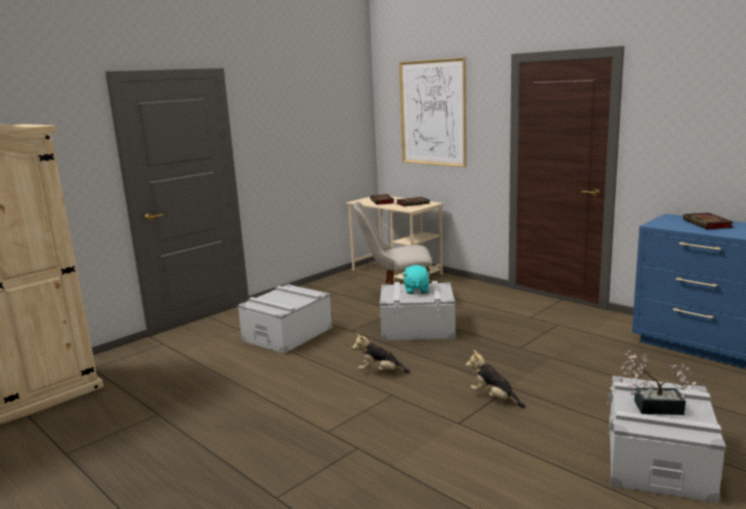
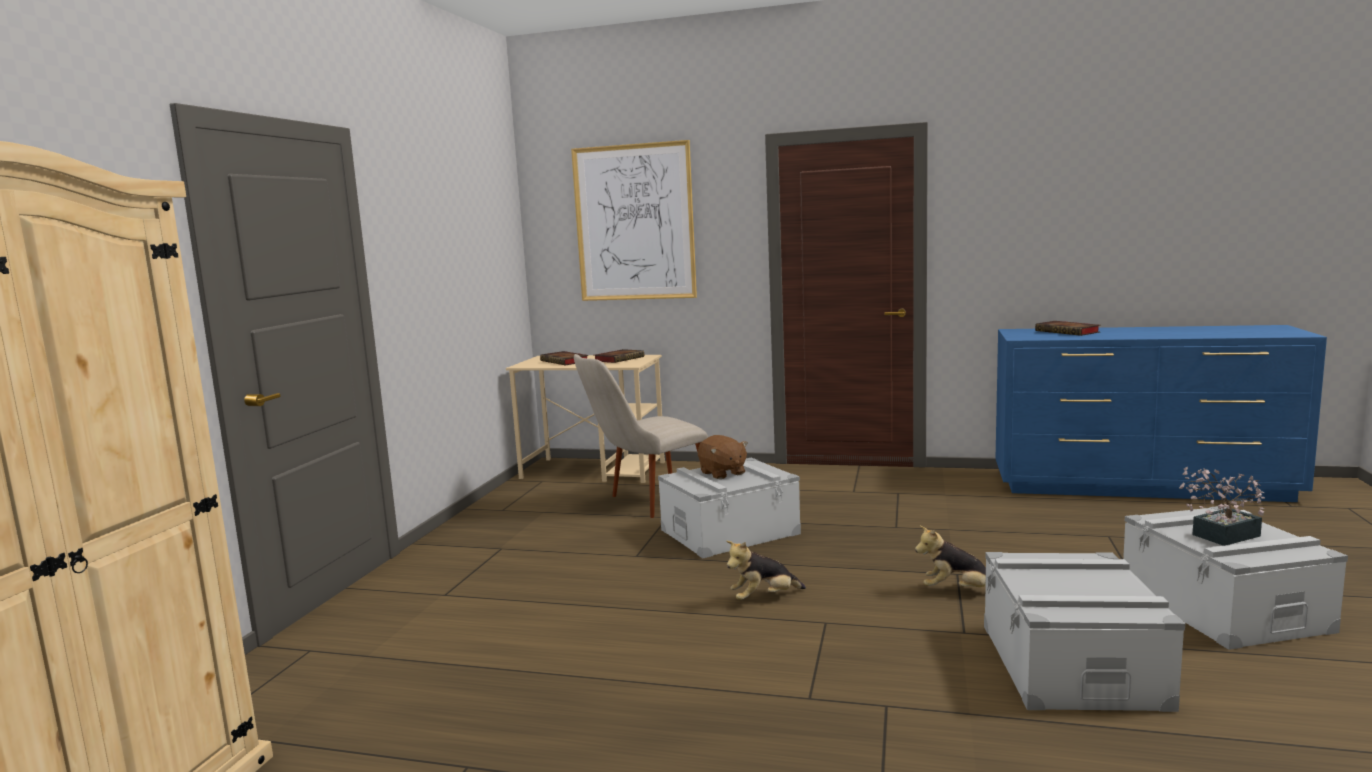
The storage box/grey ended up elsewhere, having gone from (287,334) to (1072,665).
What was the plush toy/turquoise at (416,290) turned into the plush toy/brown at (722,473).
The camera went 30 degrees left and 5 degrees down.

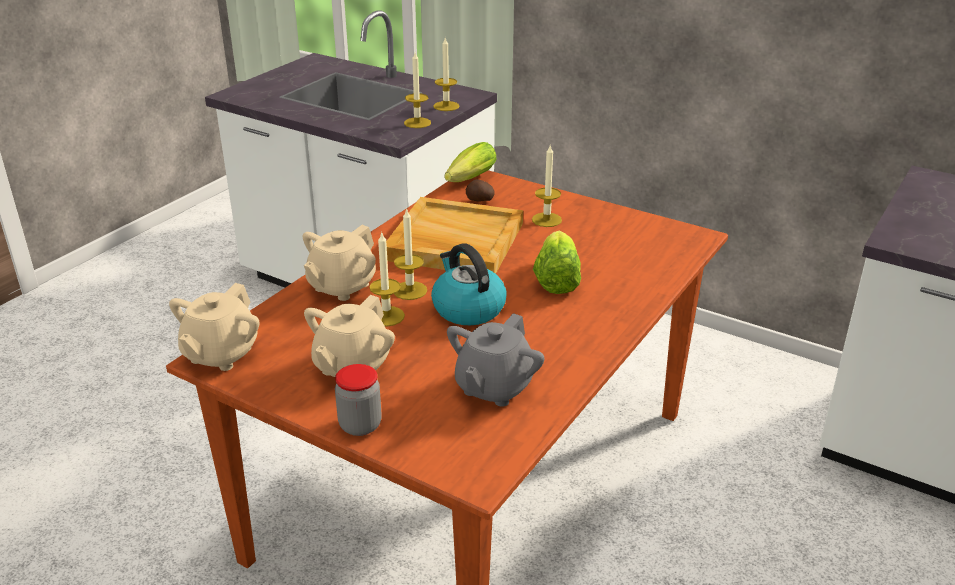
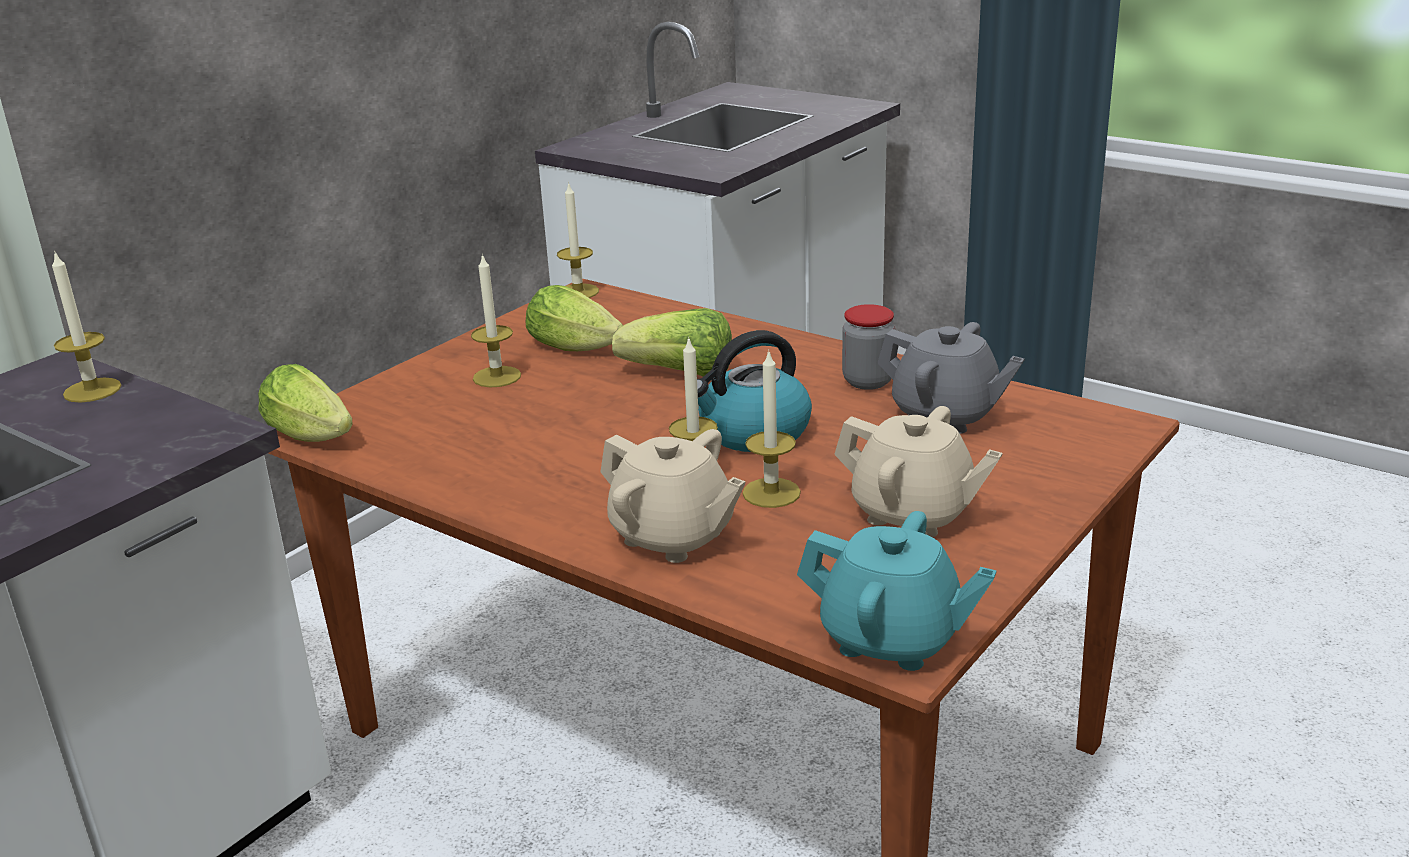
The second view lost the tray/beige at (453,242).
The second view lost the potato at (479,200).
The second view gained the lettuce at (578,347).
The jar ended up elsewhere, having gone from (360,425) to (867,381).
The candle ended up elsewhere, having gone from (417,123) to (578,292).
What was the teapot/beige at (220,354) turned into the teapot/turquoise at (891,639).
The camera went 85 degrees left and 5 degrees down.

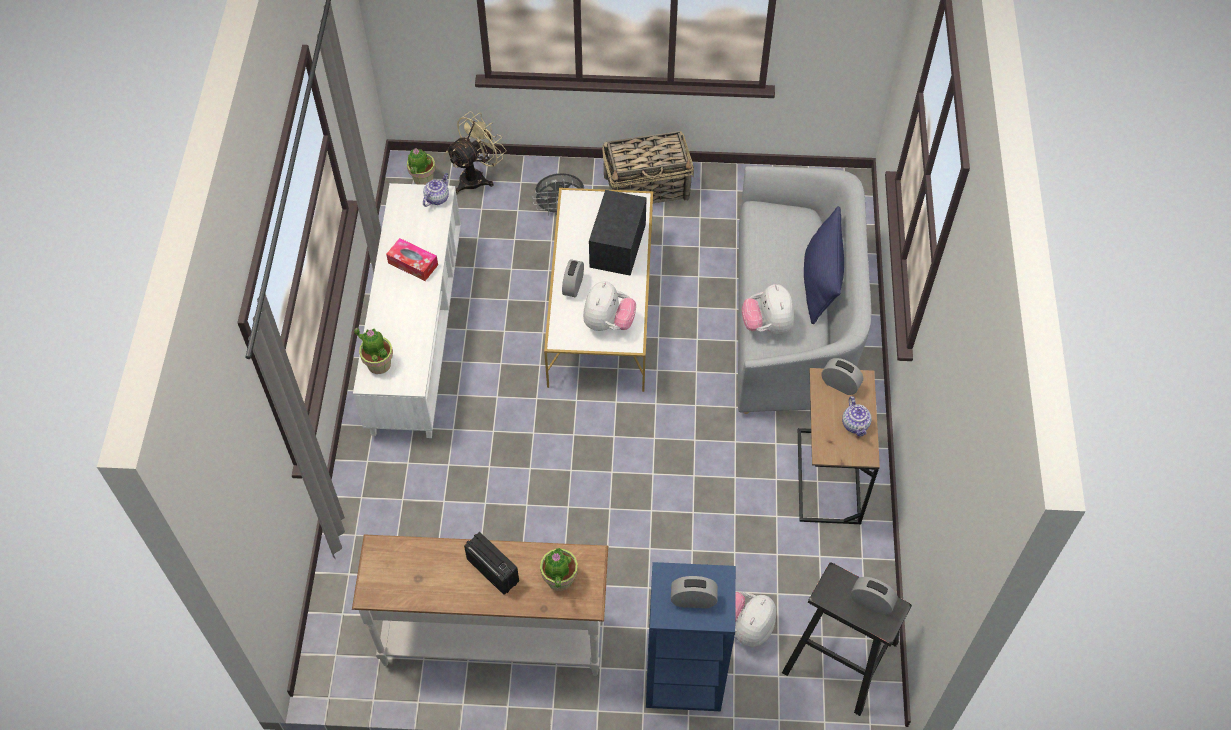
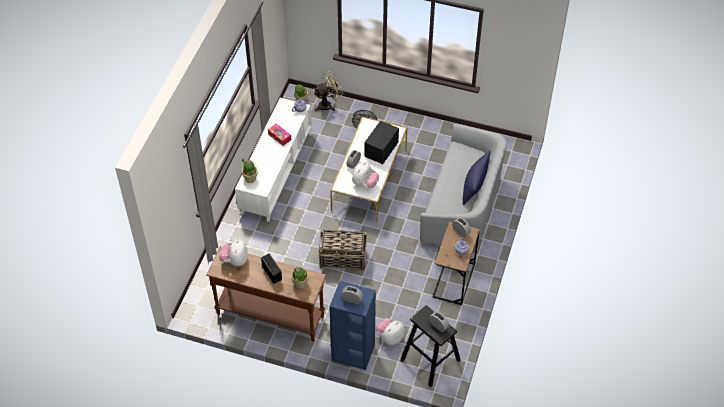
The basket ended up elsewhere, having gone from (647,187) to (343,258).
The plush toy ended up elsewhere, having gone from (767,325) to (235,260).
What was the console table/white at (493,638) turned into the console table/brown at (270,314).
The camera went 15 degrees right and 5 degrees down.

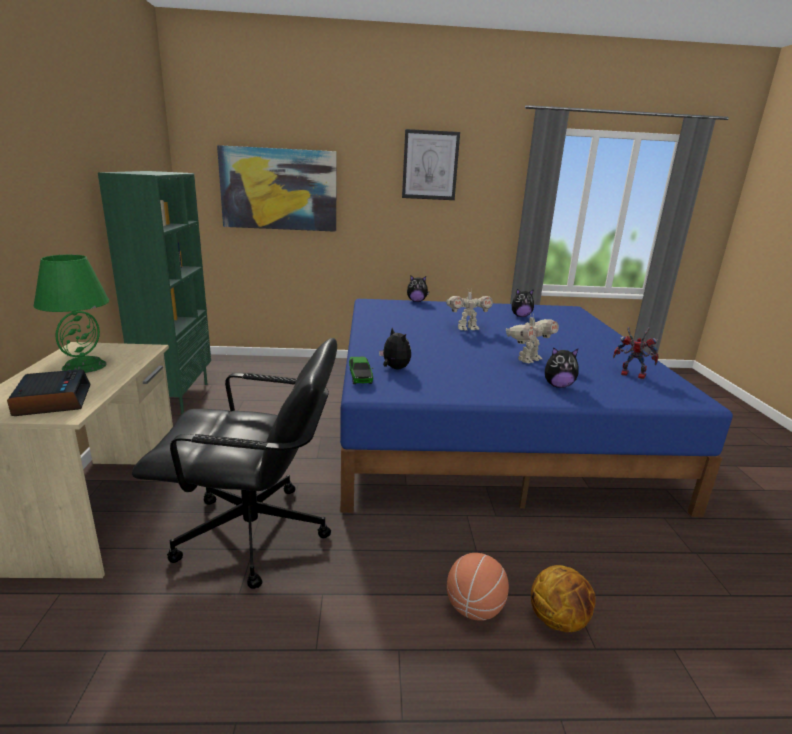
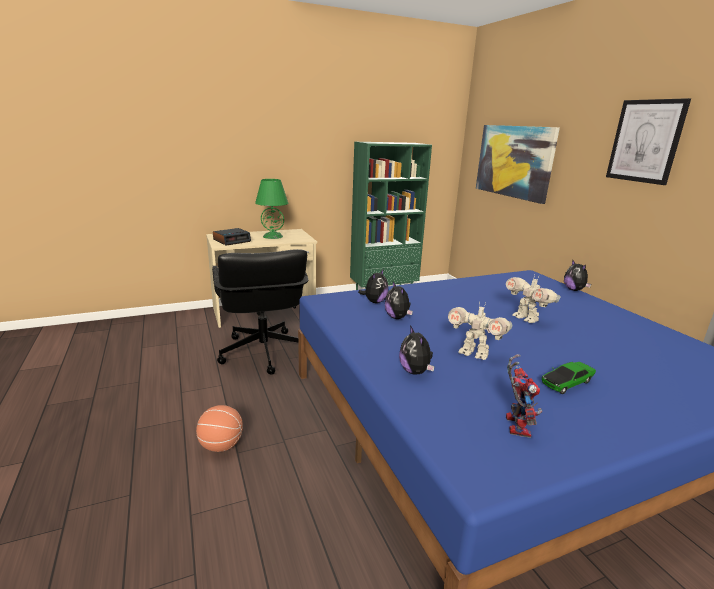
The second view lost the basketball at (559,620).
The toy car ended up elsewhere, having gone from (360,376) to (567,383).
The plush toy ended up elsewhere, having gone from (520,316) to (397,317).
The camera went 70 degrees right and 0 degrees up.

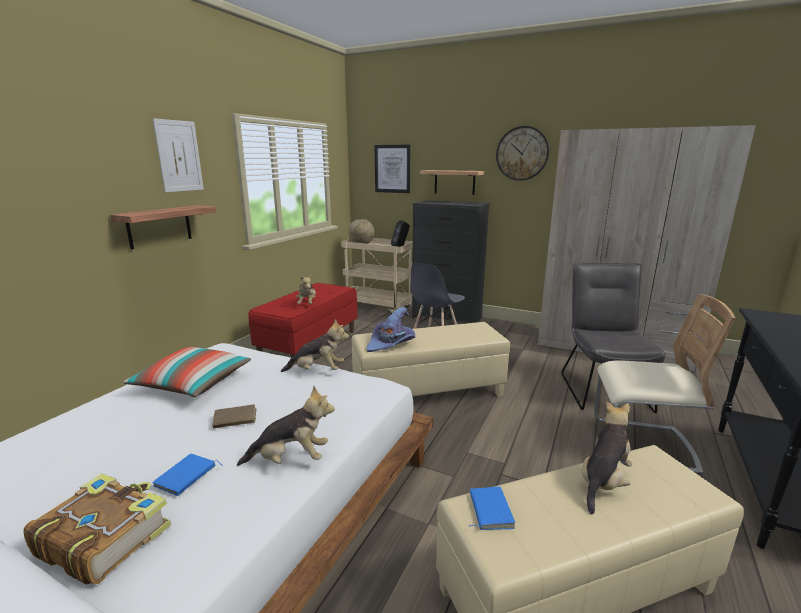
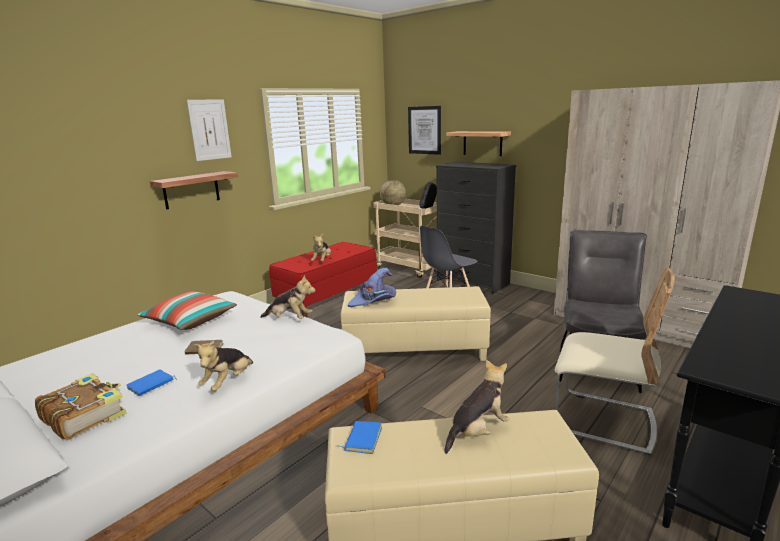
The second view lost the wall clock at (522,153).
The plush toy at (291,459) ended up facing another way, 105 degrees clockwise from before.
The camera went 15 degrees right and 0 degrees up.

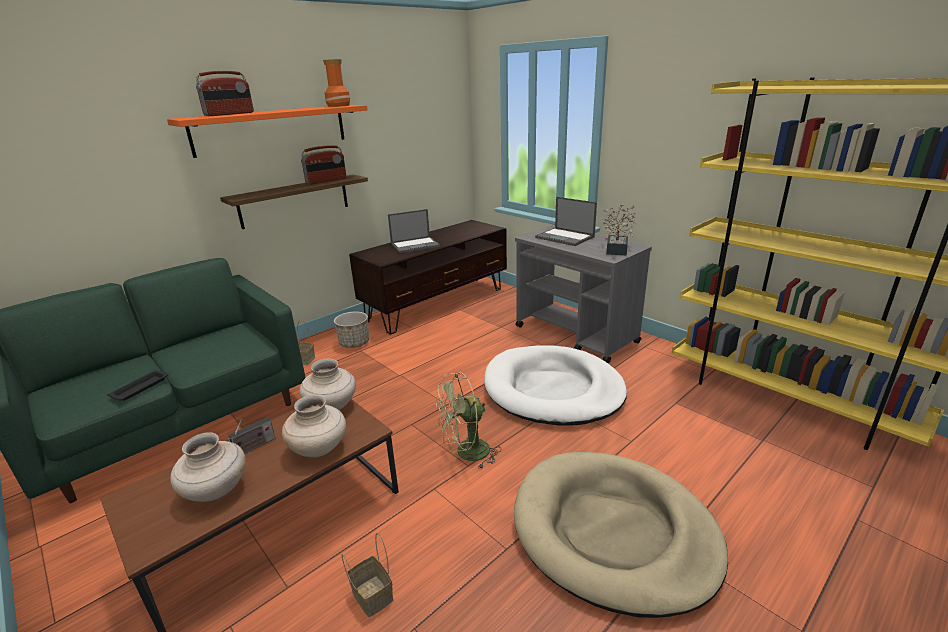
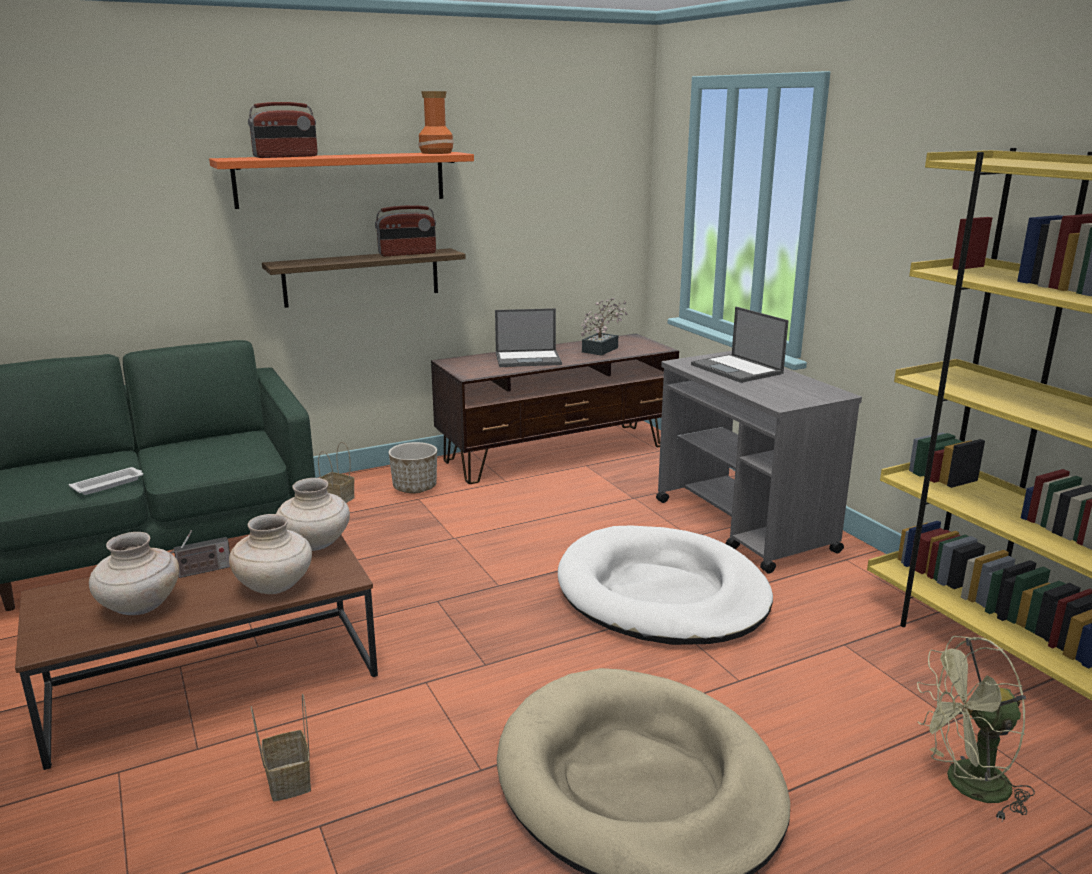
The fan/green ended up elsewhere, having gone from (466,453) to (966,786).
The potted plant ended up elsewhere, having gone from (617,248) to (602,349).
What was the tray/black at (141,387) turned into the tray/white at (109,484).
The camera went 15 degrees right and 5 degrees down.

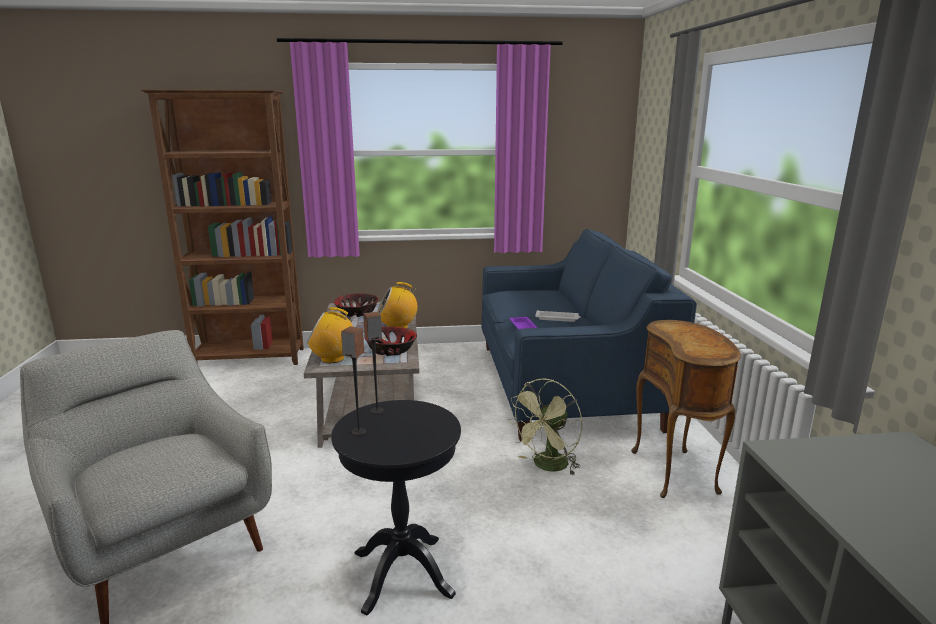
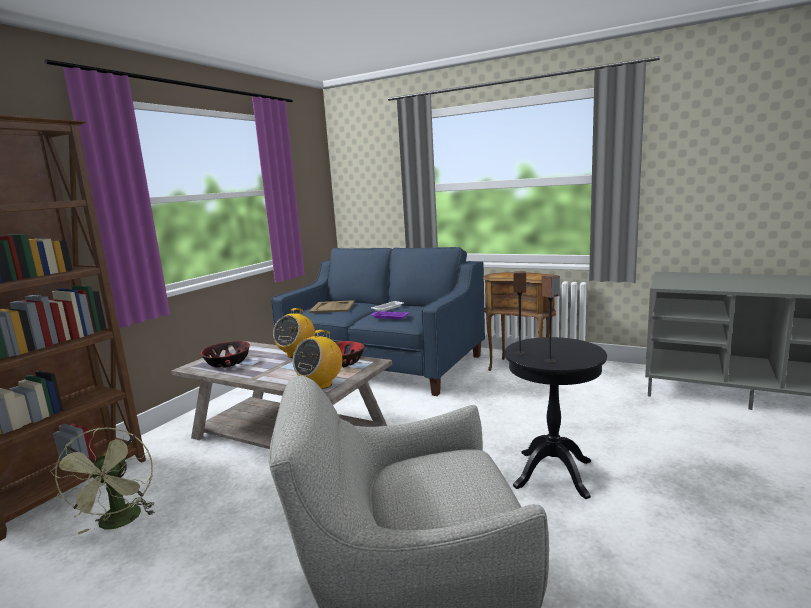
The second view gained the tray/beige at (333,307).
The fan/green ended up elsewhere, having gone from (547,466) to (119,523).
The camera went 55 degrees left and 5 degrees down.

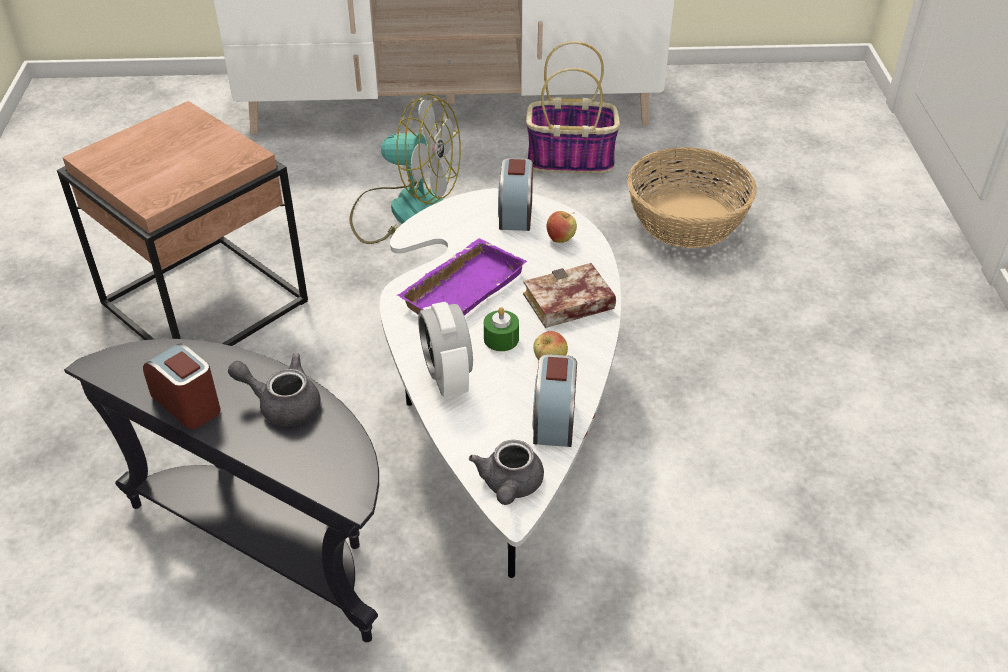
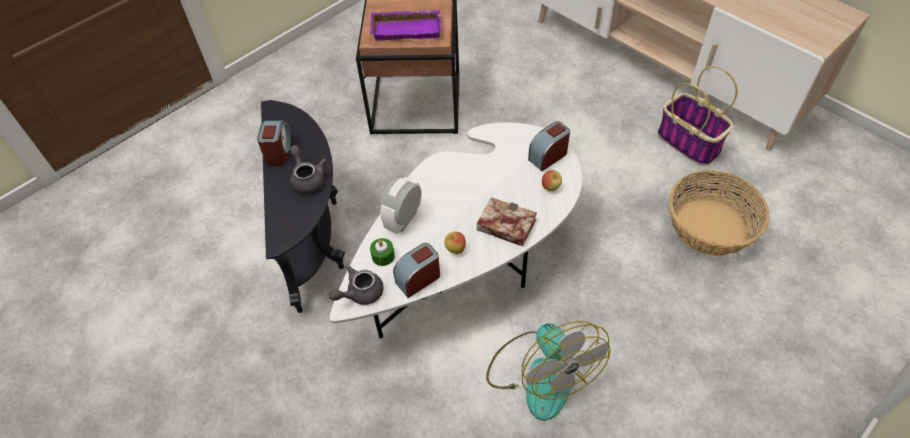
The fan ended up elsewhere, having gone from (405,211) to (540,373).
The tray/purple ended up elsewhere, having gone from (461,288) to (407,28).
The candle/green ended up elsewhere, having gone from (501,339) to (383,256).
The camera went 50 degrees right and 10 degrees up.

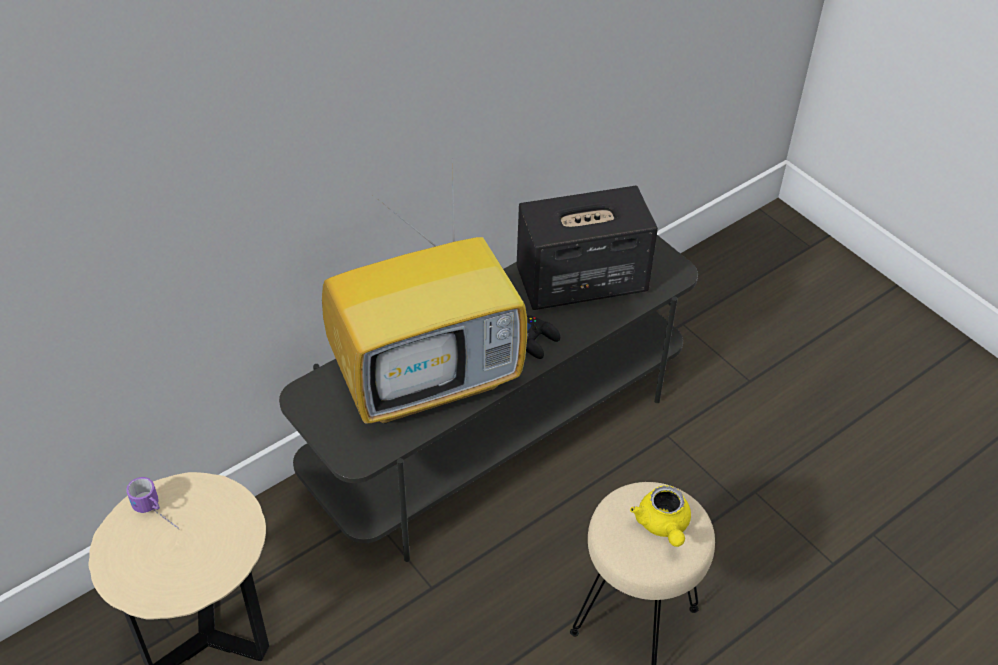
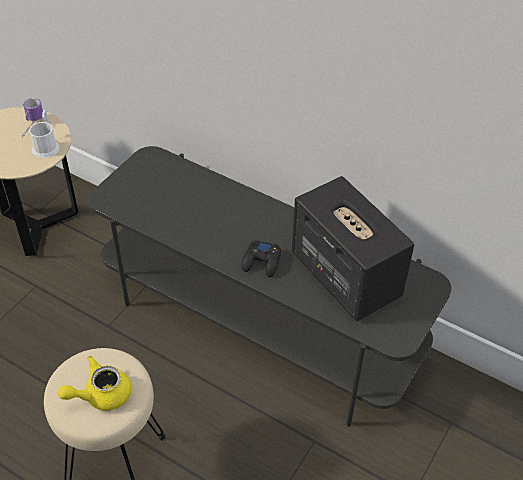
The second view lost the television at (429,378).
The second view gained the mug/white at (46,145).
The camera went 70 degrees right and 0 degrees up.

